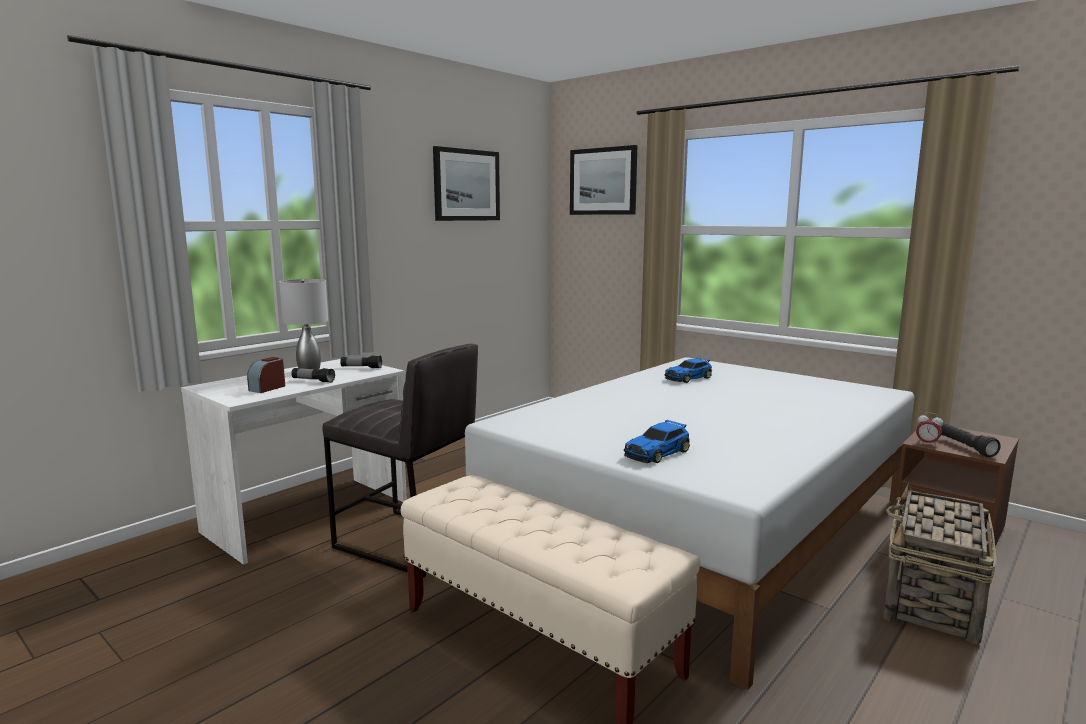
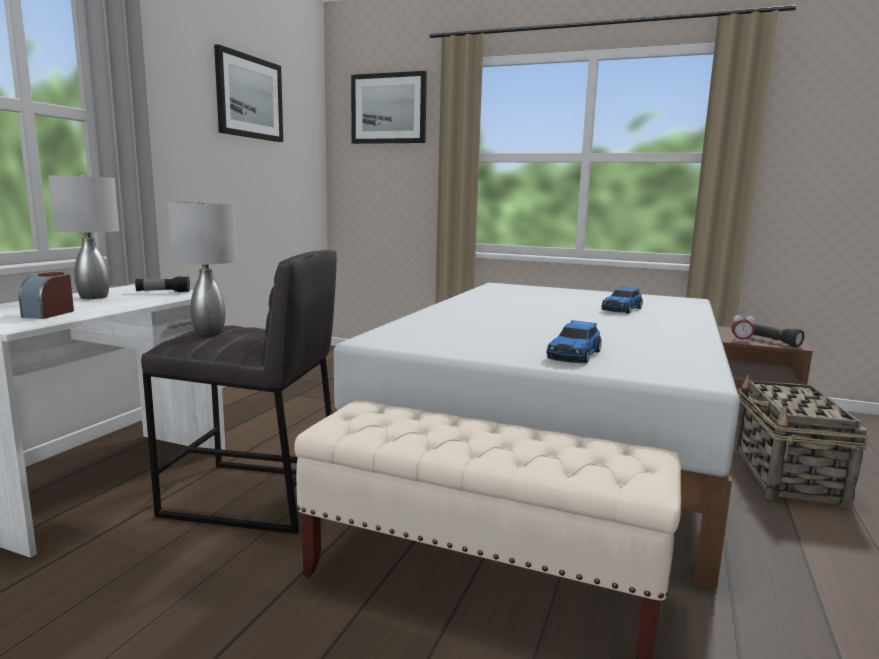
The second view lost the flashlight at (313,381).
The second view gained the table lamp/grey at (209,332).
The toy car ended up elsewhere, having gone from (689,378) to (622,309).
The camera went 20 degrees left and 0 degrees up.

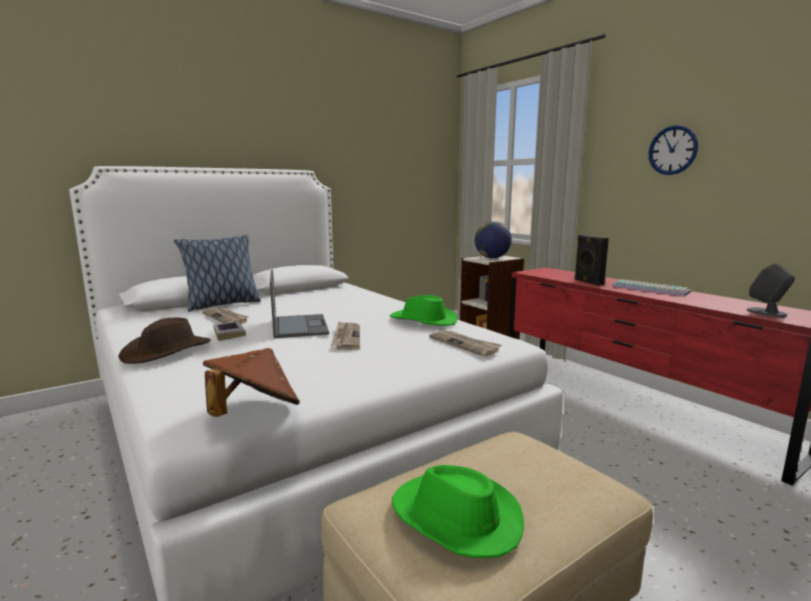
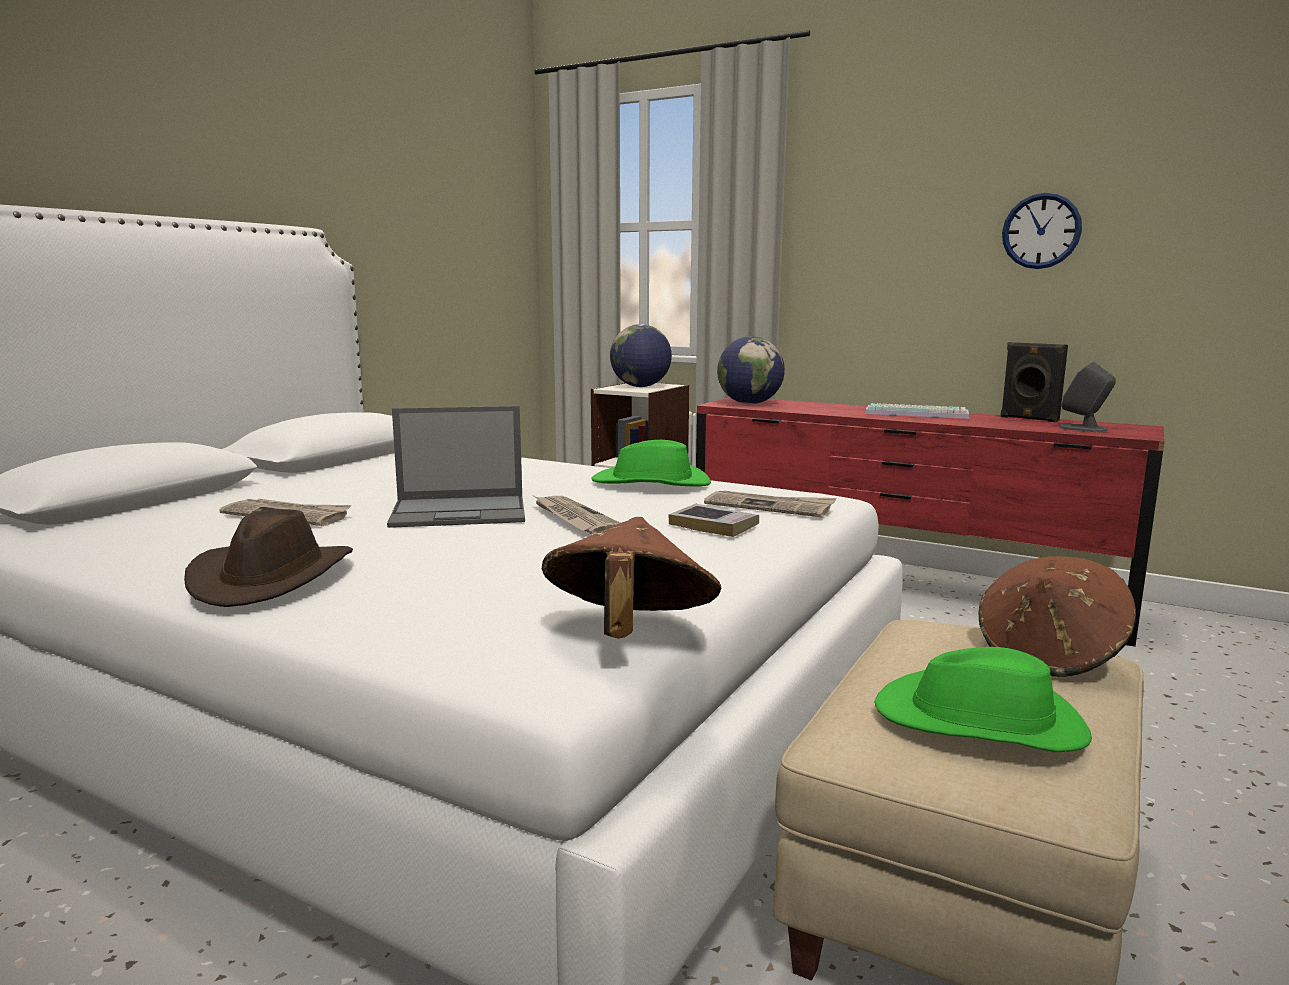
The second view lost the pillow at (222,305).
The second view gained the globe at (749,403).
The second view gained the hat/brown at (1050,655).
The book ended up elsewhere, having gone from (229,334) to (713,526).
The speaker/black ended up elsewhere, having gone from (587,282) to (1029,419).
The wall clock ended up elsewhere, having gone from (672,150) to (1041,231).
The laptop at (299,326) ended up facing another way, 120 degrees clockwise from before.
The camera went 25 degrees left and 0 degrees up.

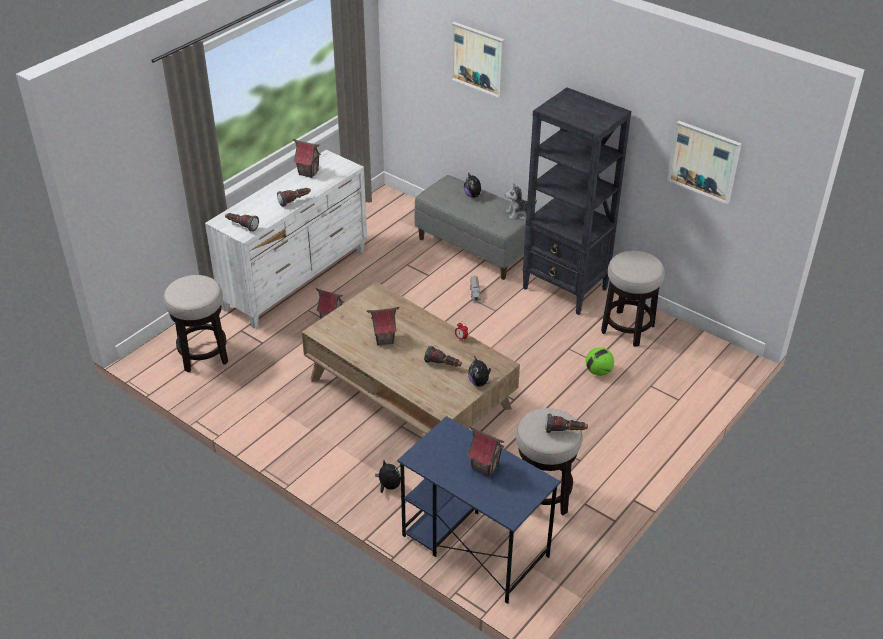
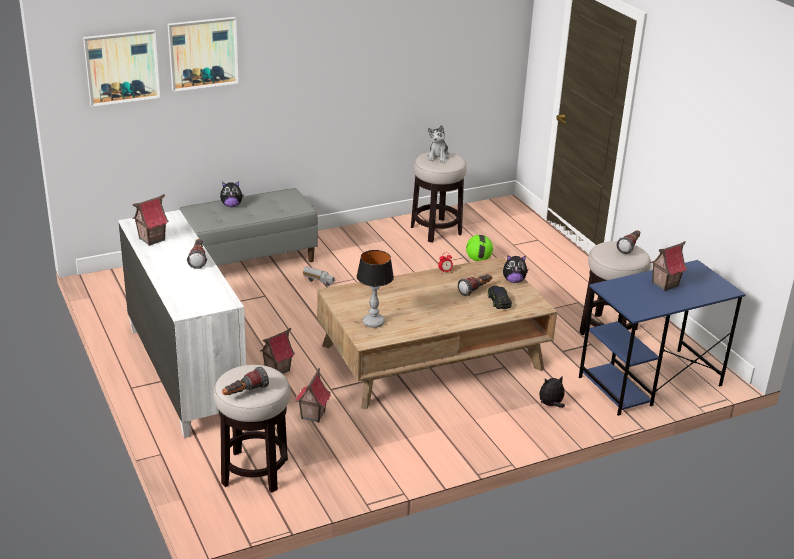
The second view lost the bookcase/black at (565,289).
The second view gained the table lamp at (374,322).
The second view gained the toy car/black at (499,300).
The flashlight ended up elsewhere, having gone from (241,226) to (244,393).
The toy house ended up elsewhere, having gone from (384,339) to (312,415).
The plush toy ended up elsewhere, having gone from (518,214) to (438,157).
The picture ended up elsewhere, having gone from (704,161) to (122,67).
The camera went 65 degrees left and 10 degrees down.

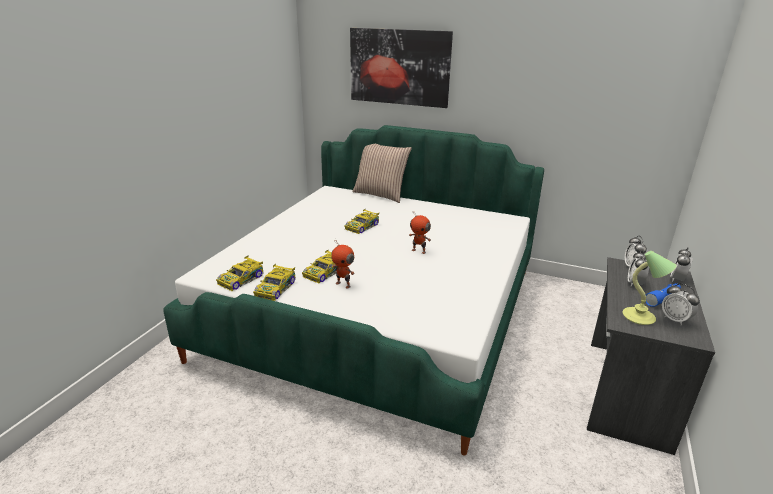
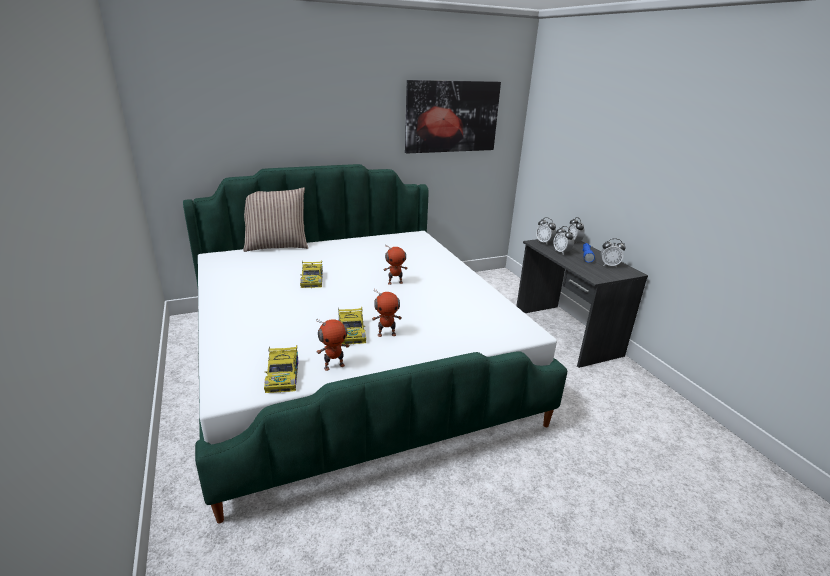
The second view lost the table lamp at (640,317).
The picture ended up elsewhere, having gone from (399,67) to (452,117).
Where the toy car stood at (276,288), the toy robot came to stand at (334,366).
The camera went 45 degrees left and 0 degrees up.

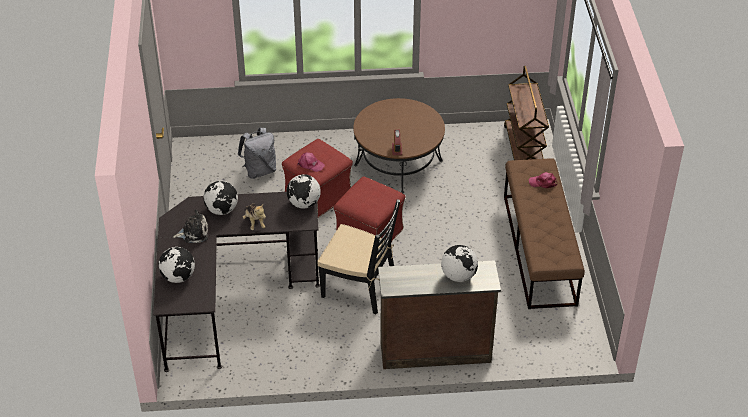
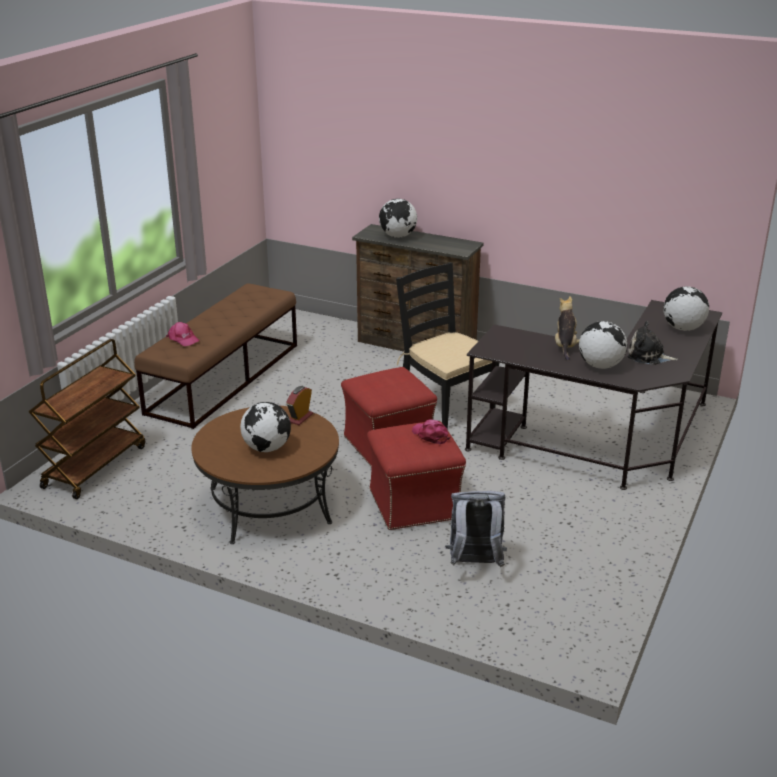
The globe ended up elsewhere, having gone from (304,204) to (267,448).
The camera went 150 degrees left and 15 degrees down.

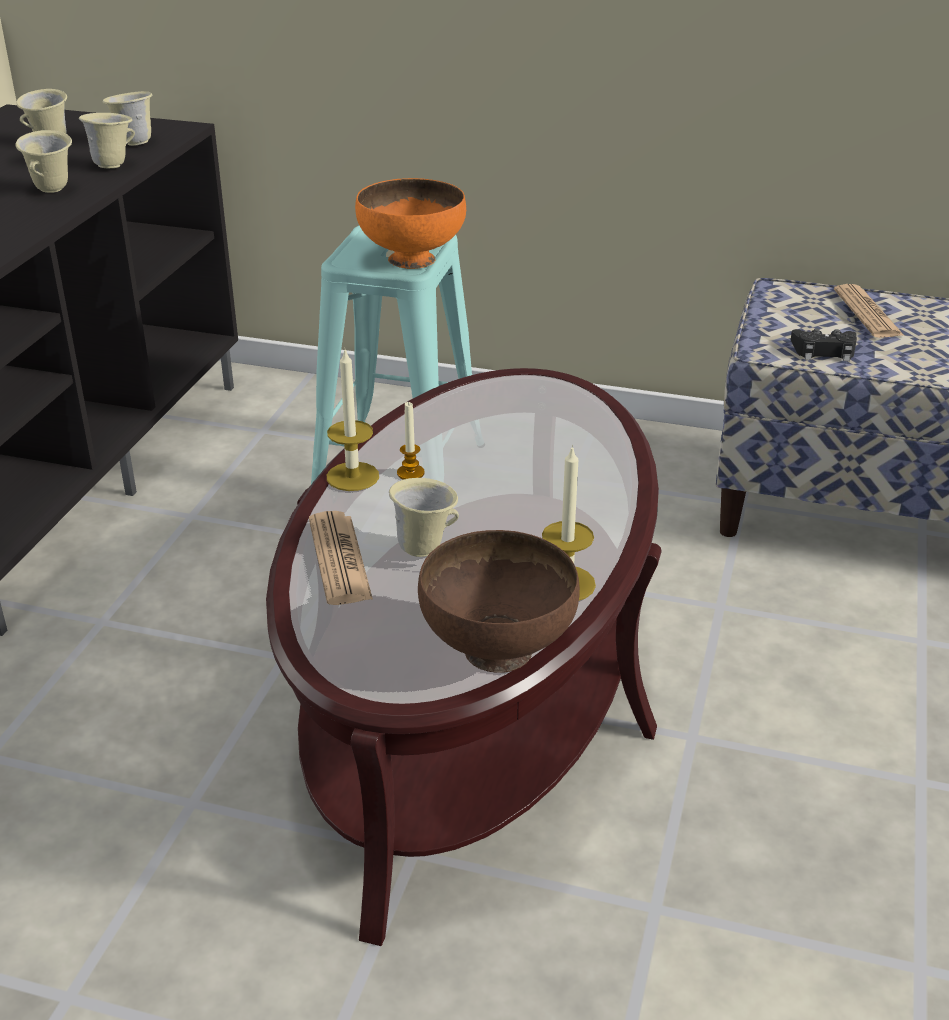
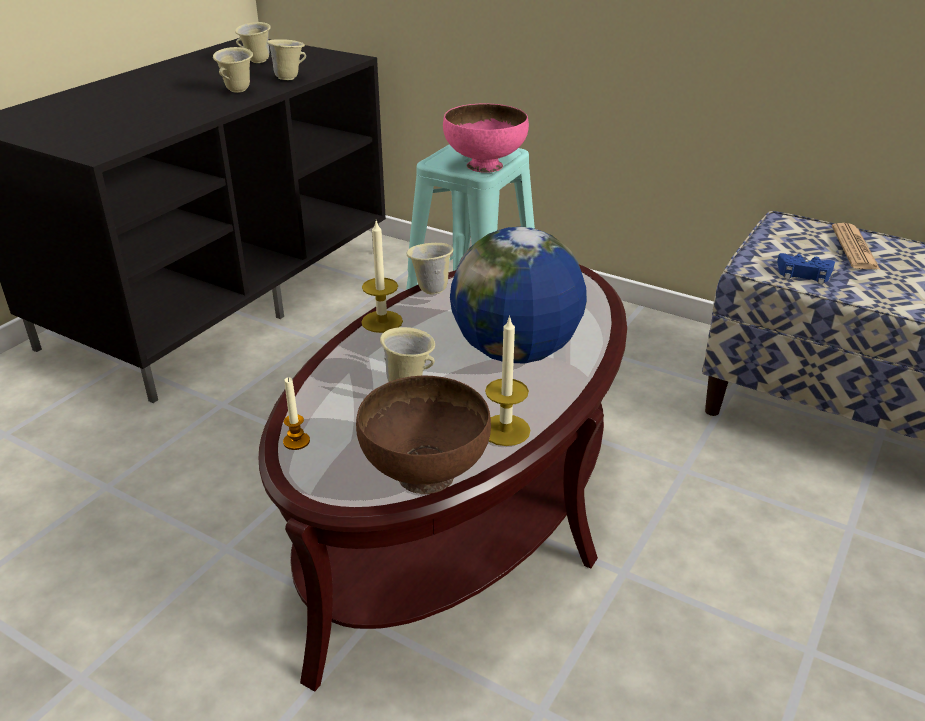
The second view lost the newspaper at (339,559).
The second view gained the globe at (516,353).
The mug/beige ended up elsewhere, having gone from (134,143) to (430,289).
The candle ended up elsewhere, having gone from (410,473) to (296,441).
What was the bowl/orange at (411,260) turned into the bowl/pink at (484,166).
What was the game controller/black at (824,351) turned into the game controller/blue at (803,274).
The camera went 15 degrees right and 0 degrees up.

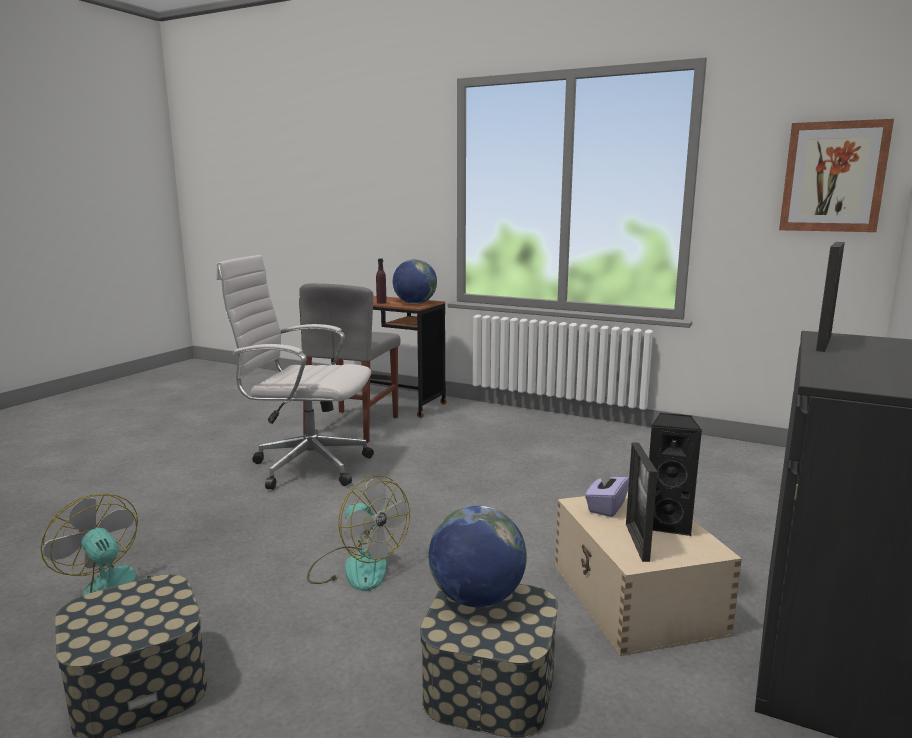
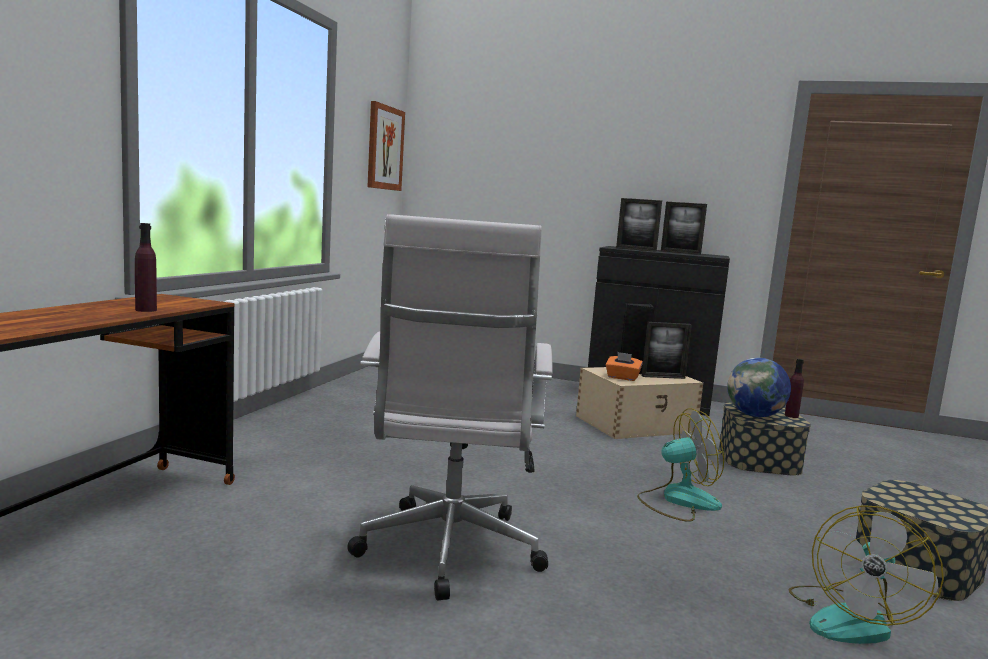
The second view lost the chair/grey at (353,426).
The second view lost the globe at (415,303).
The second view gained the picture frame at (680,252).
The second view gained the bottle/purple at (791,416).
What was the tissue box/purple at (606,507) turned into the tissue box/orange at (622,378).
The fan at (356,567) ended up facing another way, 45 degrees clockwise from before.
The camera went 100 degrees left and 5 degrees down.

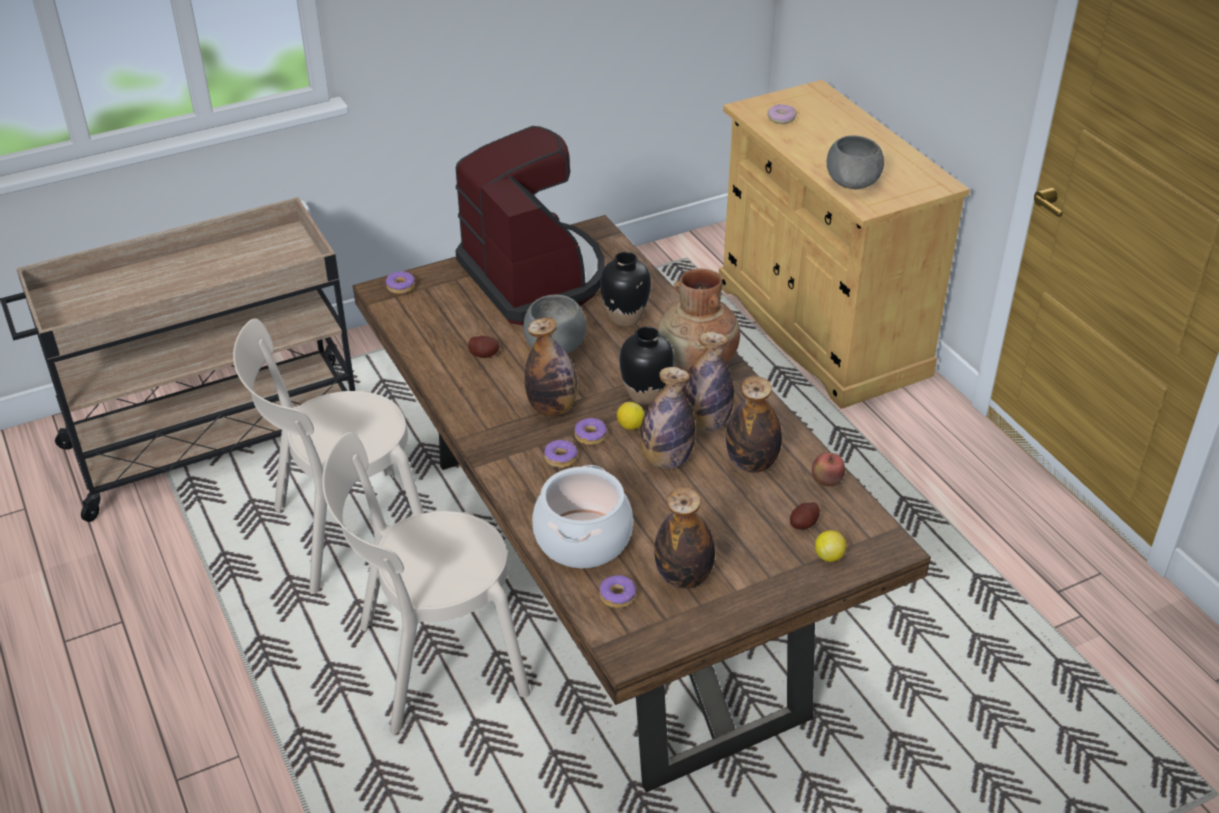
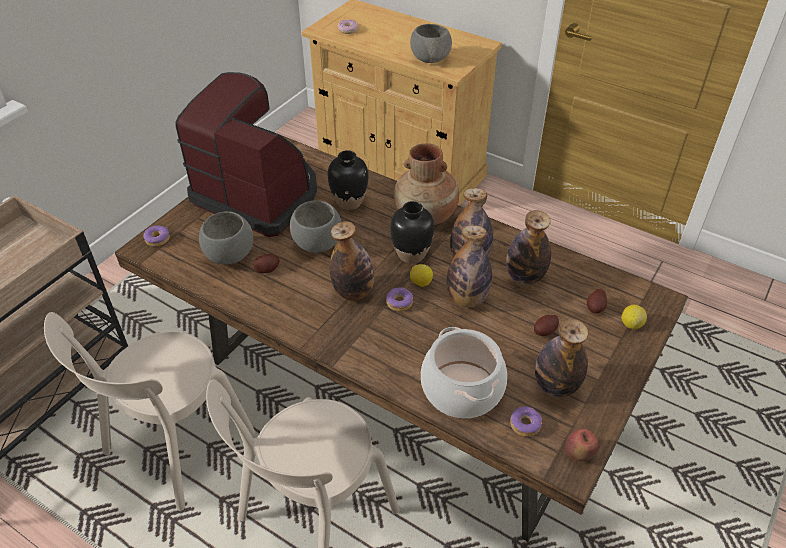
The second view lost the donut at (560,458).
The second view gained the bowl/grey at (228,255).
The second view gained the potato at (544,331).
The apple ended up elsewhere, having gone from (826,482) to (578,454).
The camera went 30 degrees left and 5 degrees up.

